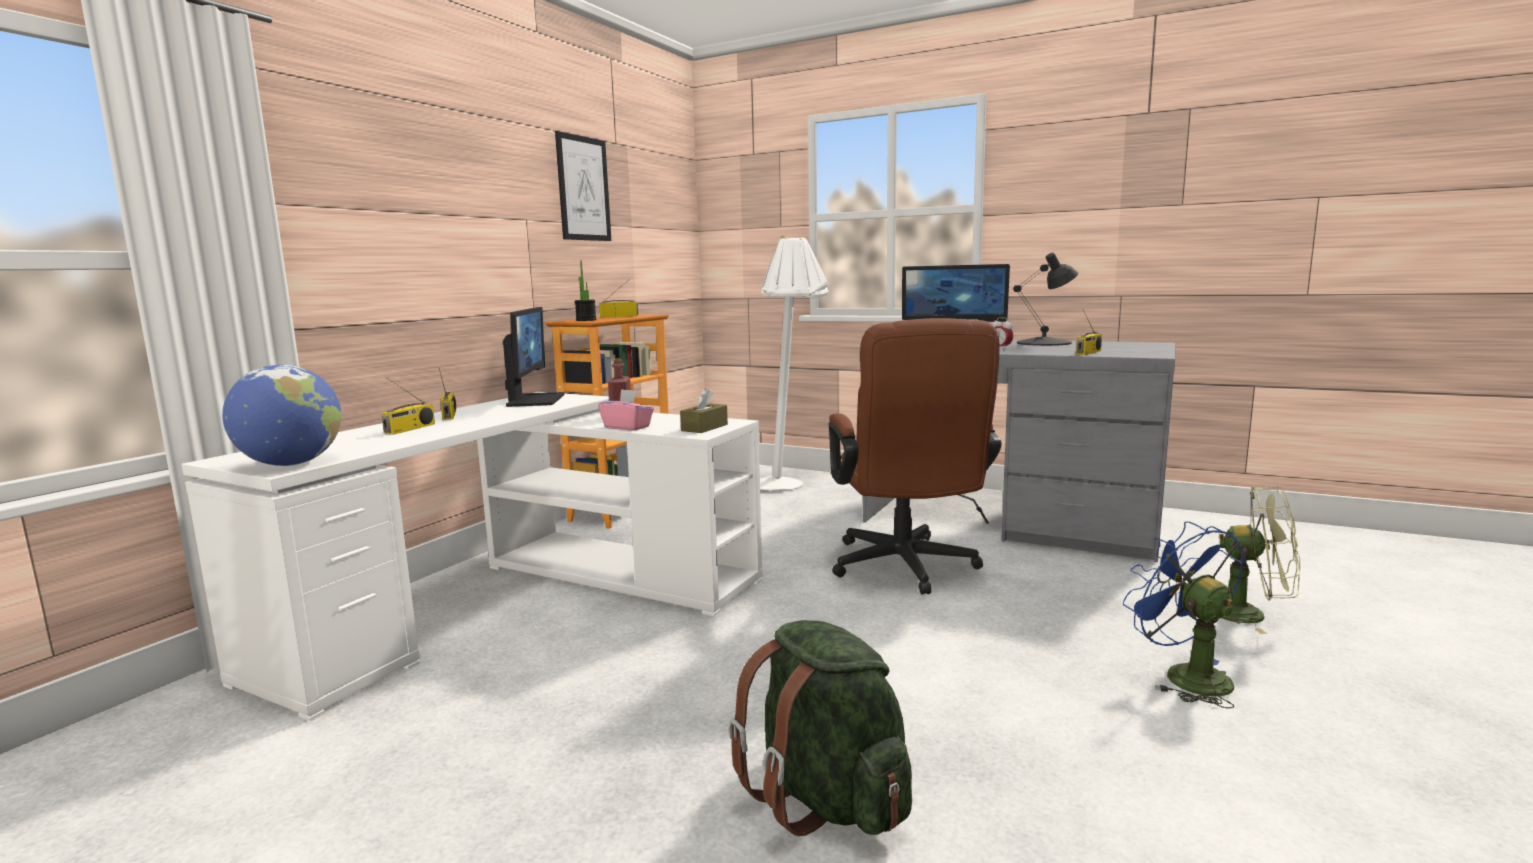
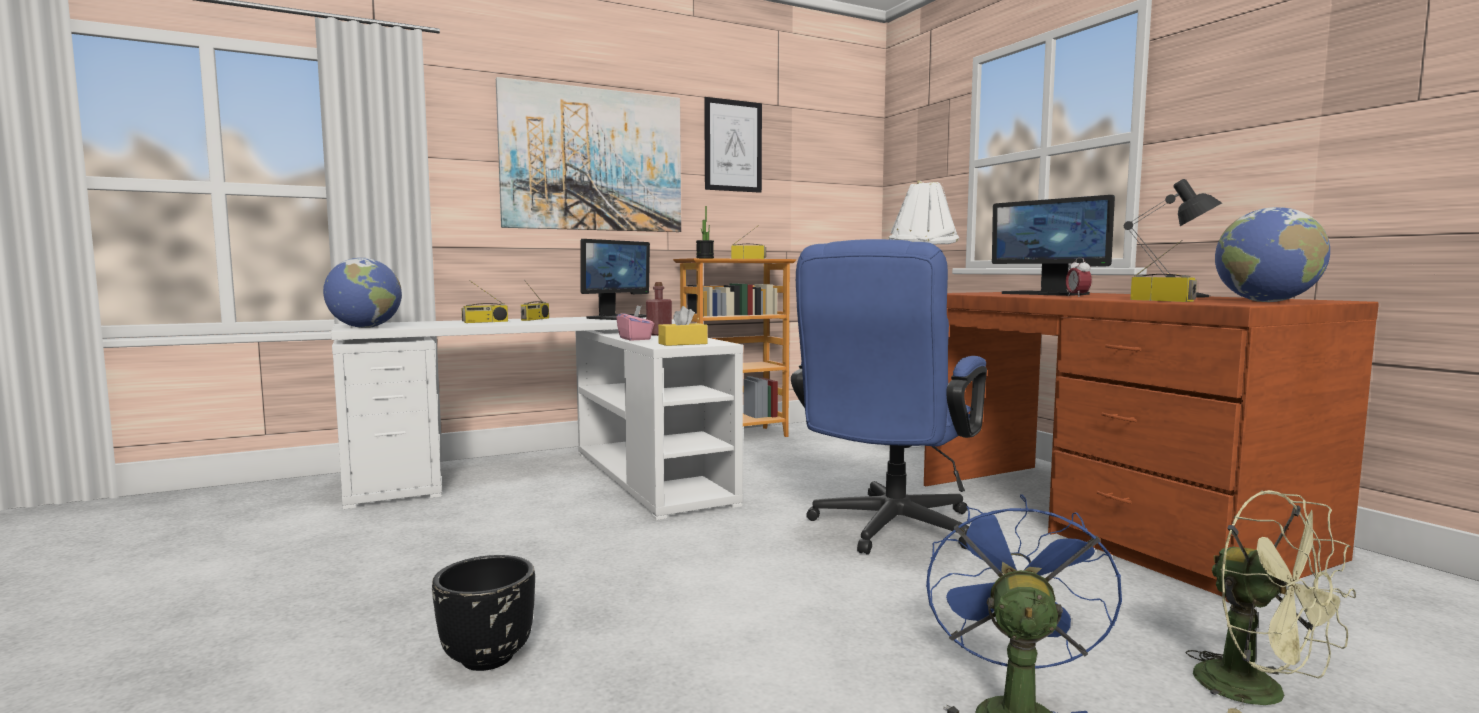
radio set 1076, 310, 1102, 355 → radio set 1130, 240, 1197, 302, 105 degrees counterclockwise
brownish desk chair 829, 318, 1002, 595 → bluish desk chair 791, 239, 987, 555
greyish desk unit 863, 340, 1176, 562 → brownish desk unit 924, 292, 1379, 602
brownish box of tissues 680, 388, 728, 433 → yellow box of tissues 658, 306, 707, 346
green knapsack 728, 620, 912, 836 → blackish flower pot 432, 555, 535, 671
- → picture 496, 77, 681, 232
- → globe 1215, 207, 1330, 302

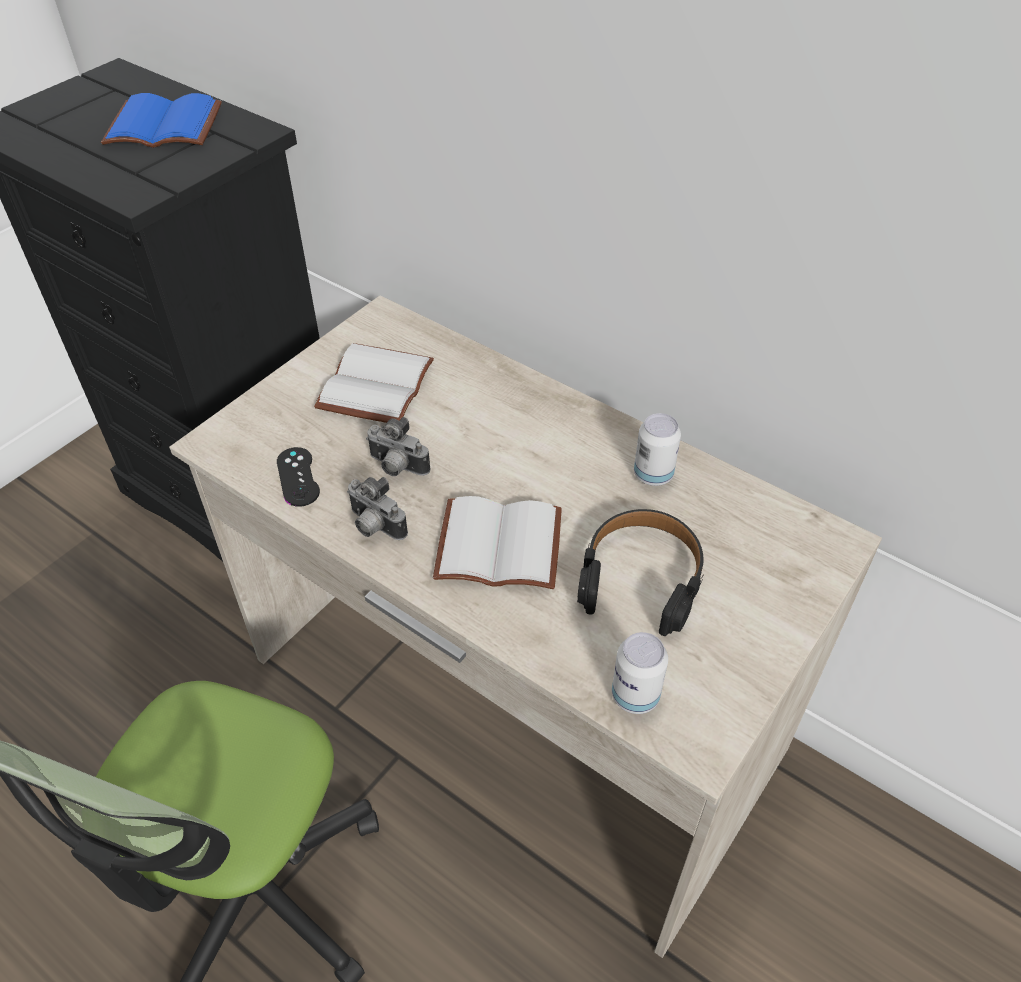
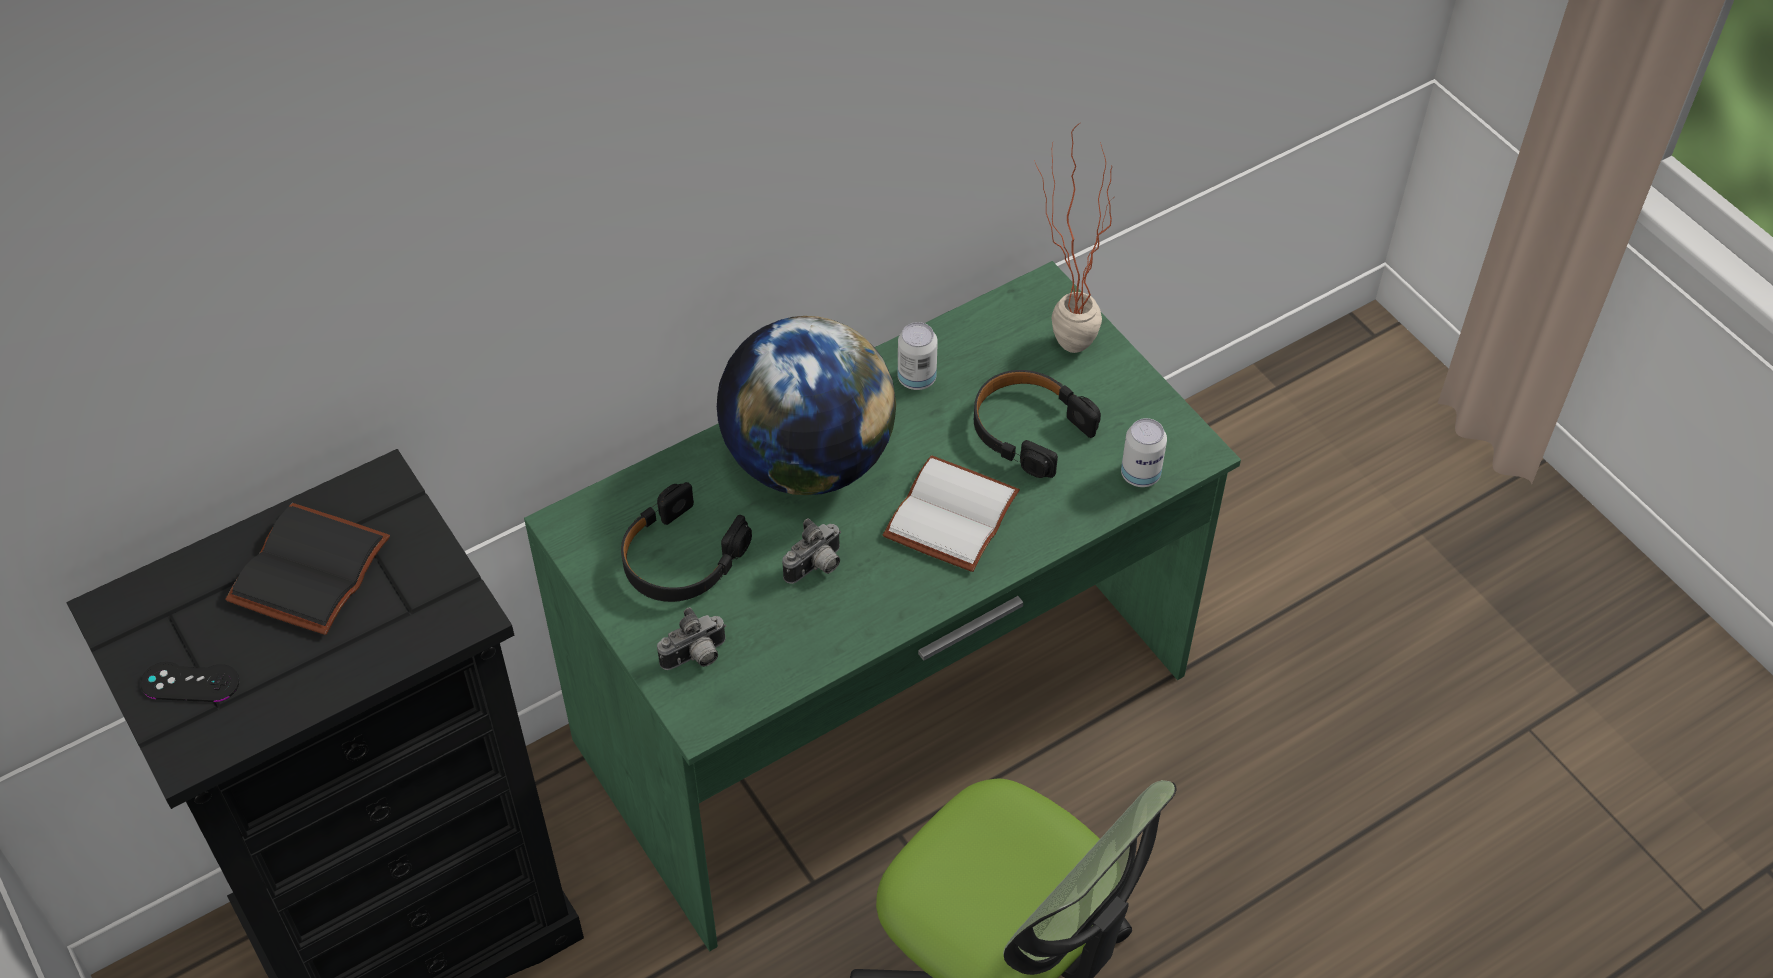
bluish volume 101, 93, 222, 148 → blackish volume 225, 503, 390, 635
beige-coloured desk unit 169, 295, 882, 958 → green desk unit 524, 261, 1241, 952
white volume 314, 343, 434, 423 → blackish pair of headphones 621, 482, 752, 602
blackish gamepad 277, 447, 320, 507 → blackish gamepad 140, 662, 239, 702, move
still camera 347, 477, 408, 540 → still camera 657, 607, 726, 670, move
- → houseplant 1034, 123, 1113, 353
- → globe 717, 316, 896, 495

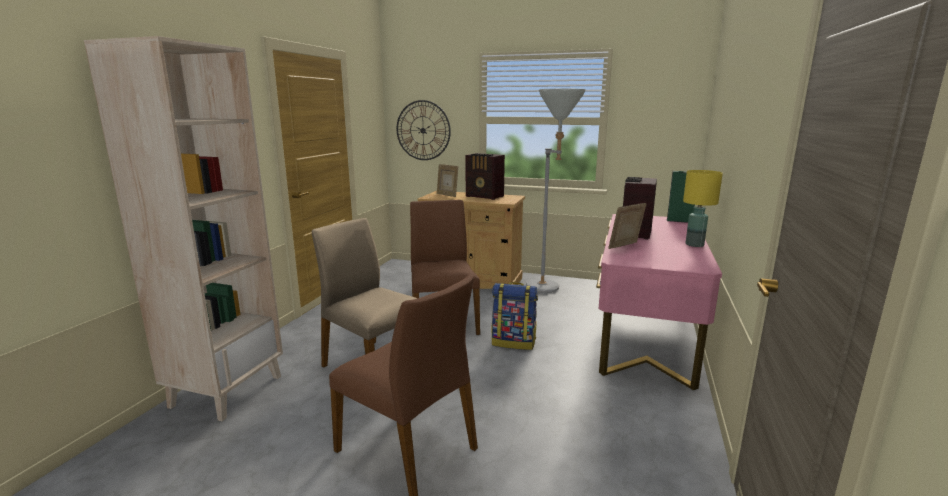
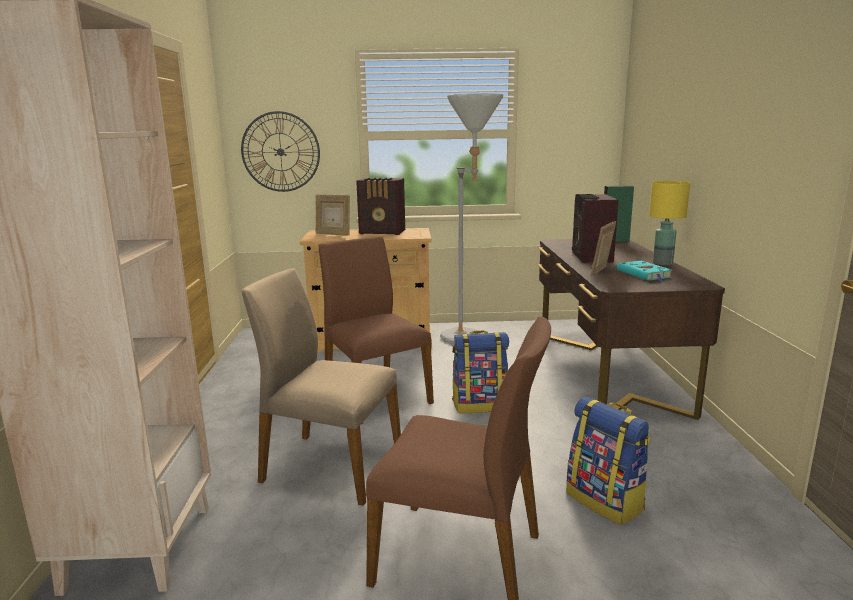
pinkish desk unit 596, 214, 722, 390 → brownish desk unit 538, 239, 725, 420
- → turquoise-coloured volume 617, 261, 673, 282
- → knapsack 566, 397, 651, 525

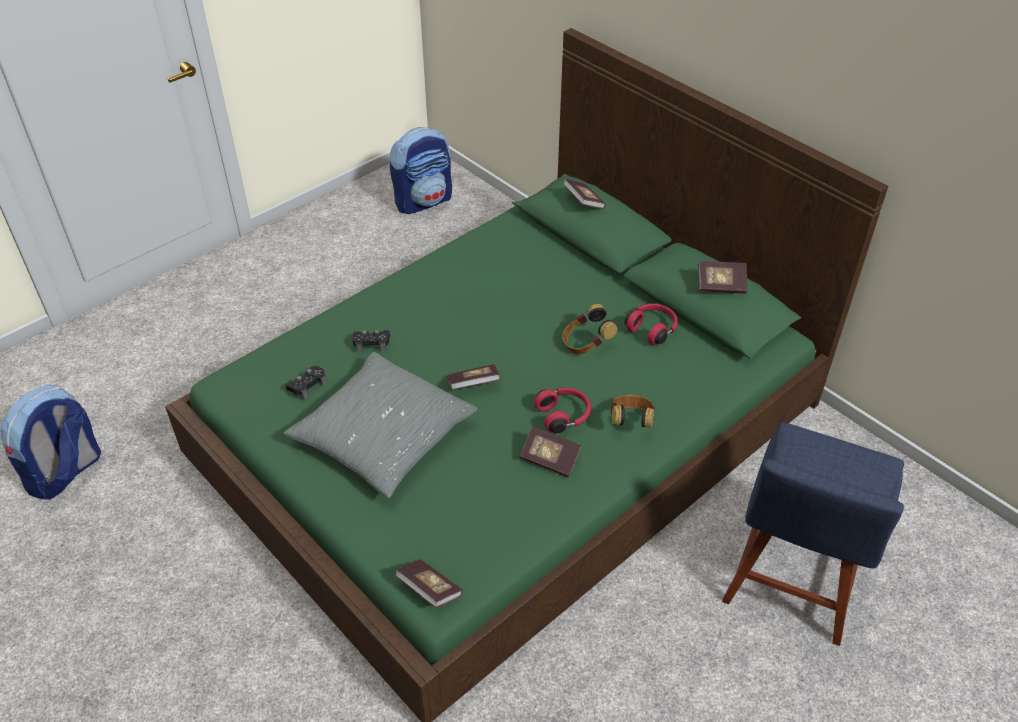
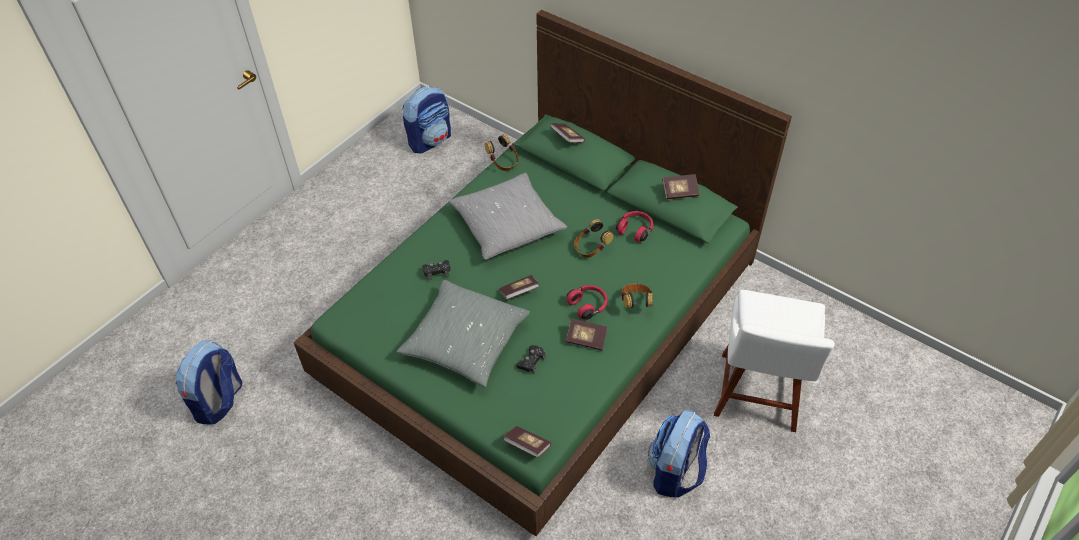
blackish gamepad 285, 366, 327, 399 → blackish gamepad 517, 345, 546, 373, move
bluish chair 722, 422, 904, 646 → white chair 714, 290, 834, 432
- → pair of headphones 485, 134, 518, 171
- → greyish pillow 449, 173, 567, 260
- → knapsack 648, 410, 710, 498

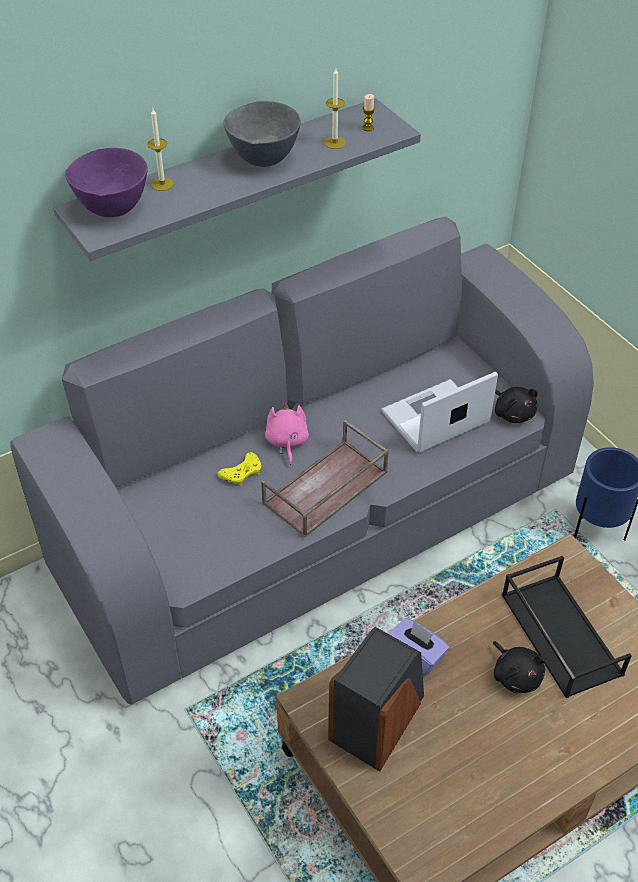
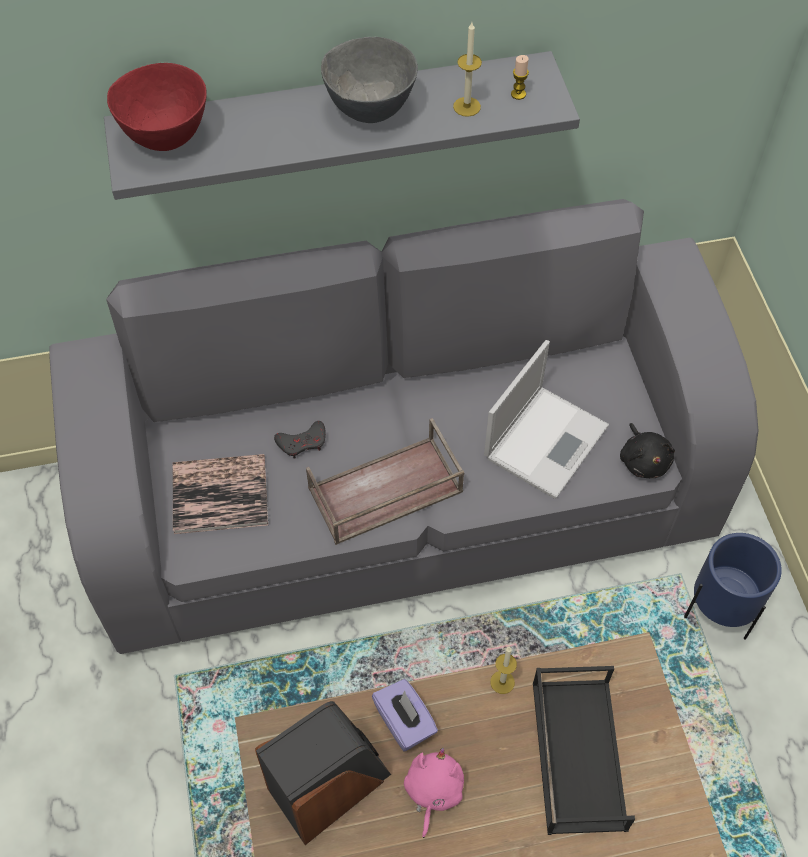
candle 147, 109, 174, 191 → candle 490, 647, 517, 694, move
purple serving bowl 65, 148, 147, 217 → reddish serving bowl 107, 63, 207, 151
portable computer 381, 372, 498, 453 → portable computer 484, 340, 609, 499, 135 degrees clockwise
pinkish soft toy 265, 401, 309, 465 → pinkish soft toy 404, 748, 464, 838, move
yellow gamepad 217, 452, 261, 486 → greyish gamepad 274, 421, 326, 459
blackish soft toy 493, 641, 546, 693 → -
- → volume 173, 454, 268, 534

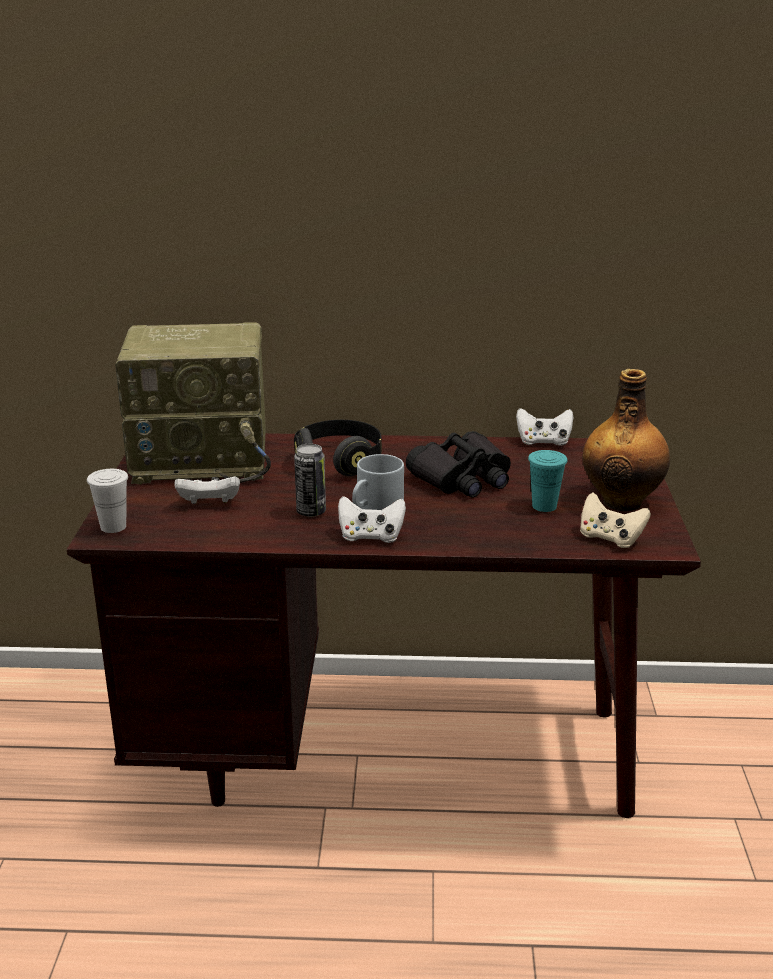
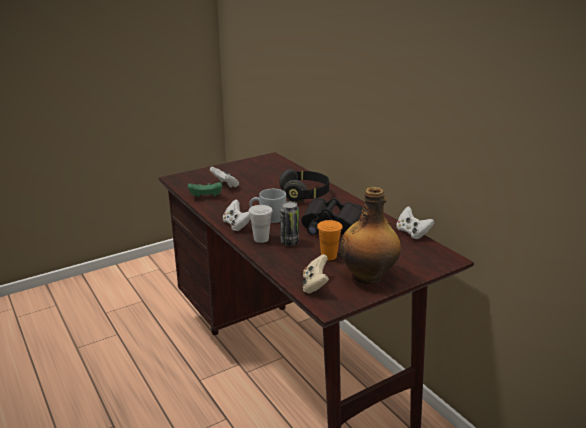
radio set 115, 322, 271, 485 → -
can 294, 444, 326, 517 → can 280, 201, 299, 246, move
turquoise-coloured cup 528, 450, 568, 512 → orange cup 317, 220, 343, 260
white cup 87, 469, 128, 533 → white cup 249, 205, 273, 243, move
- → green gamepad 188, 182, 222, 198

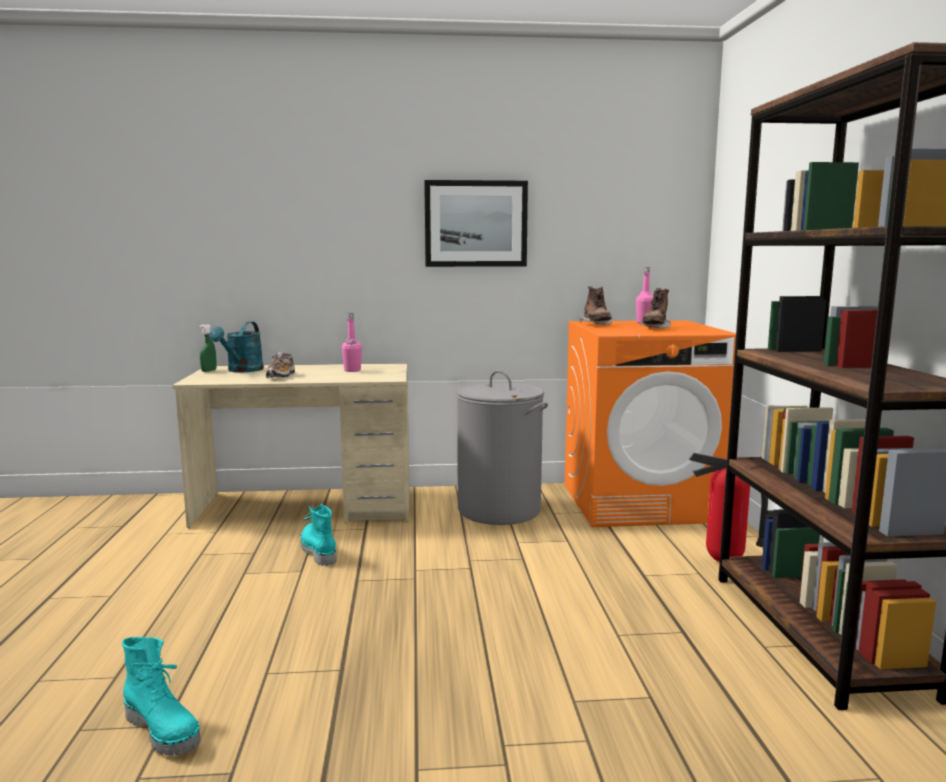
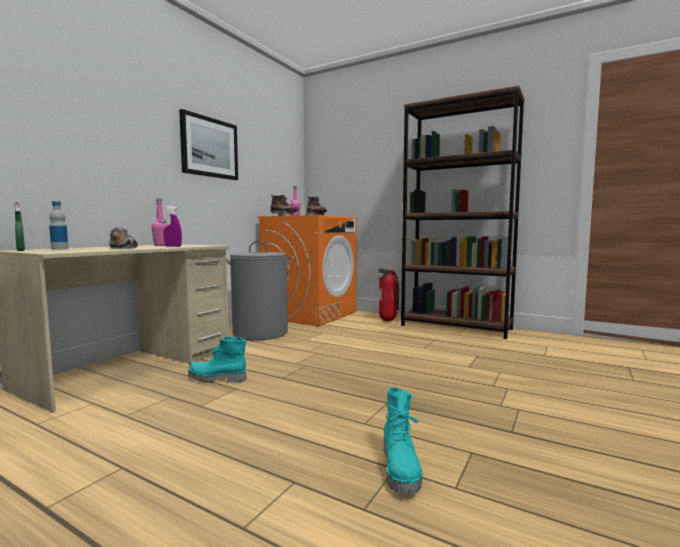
turquoise-coloured watering can 209, 322, 264, 372 → drink bottle 49, 201, 68, 250
turquoise-coloured tall boot 122, 637, 201, 756 → turquoise-coloured tall boot 384, 387, 422, 494, 105 degrees clockwise
- → purple sprayer 163, 206, 182, 247

